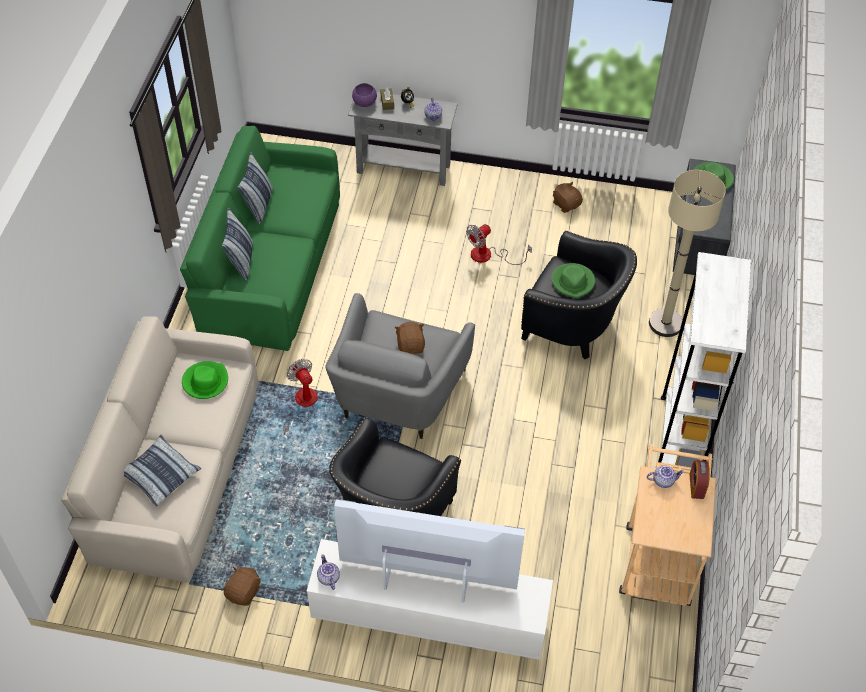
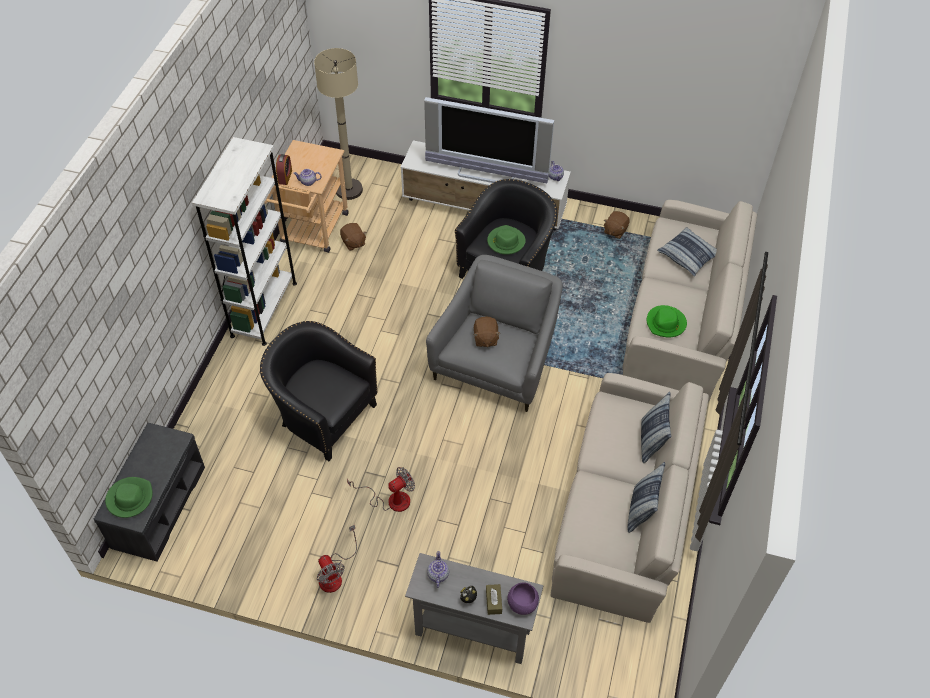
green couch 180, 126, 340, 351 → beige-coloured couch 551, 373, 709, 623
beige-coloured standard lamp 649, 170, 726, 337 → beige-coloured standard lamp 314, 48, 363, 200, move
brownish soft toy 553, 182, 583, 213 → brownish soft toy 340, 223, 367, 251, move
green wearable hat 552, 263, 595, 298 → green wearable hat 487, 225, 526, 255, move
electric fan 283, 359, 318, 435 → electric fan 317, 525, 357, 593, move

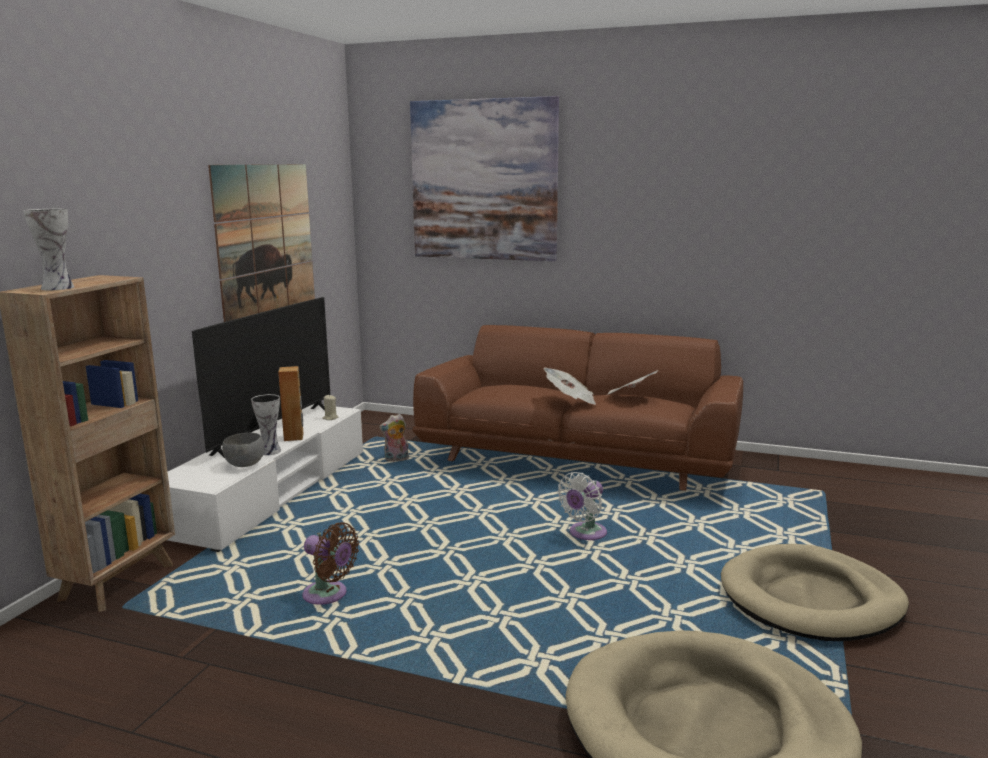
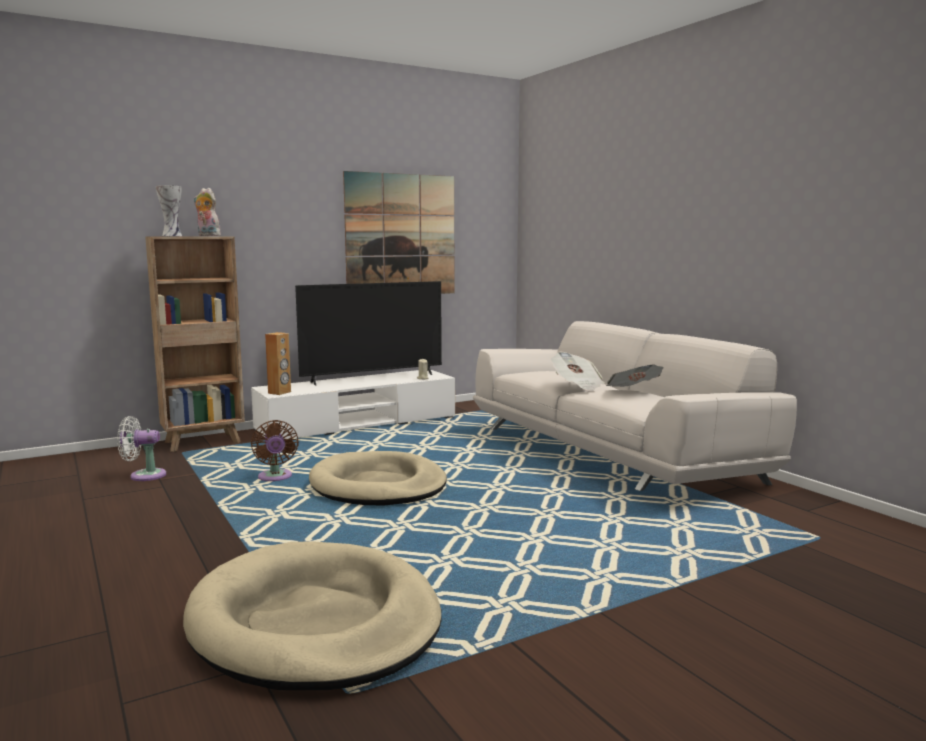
picture 410, 96, 559, 261 → -
brownish couch 412, 325, 743, 491 → white couch 473, 321, 797, 491
brownish loudspeaker 278, 366, 304, 441 → brownish loudspeaker 265, 332, 291, 395, move
flower vase 251, 394, 281, 455 → -
soft toy 379, 414, 409, 462 → soft toy 194, 188, 222, 236, move
greyish serving bowl 222, 433, 265, 467 → -
white electric fan 557, 472, 607, 540 → white electric fan 117, 416, 166, 481, move
beige-coloured dog cushion 721, 544, 909, 641 → beige-coloured dog cushion 309, 451, 447, 506, move

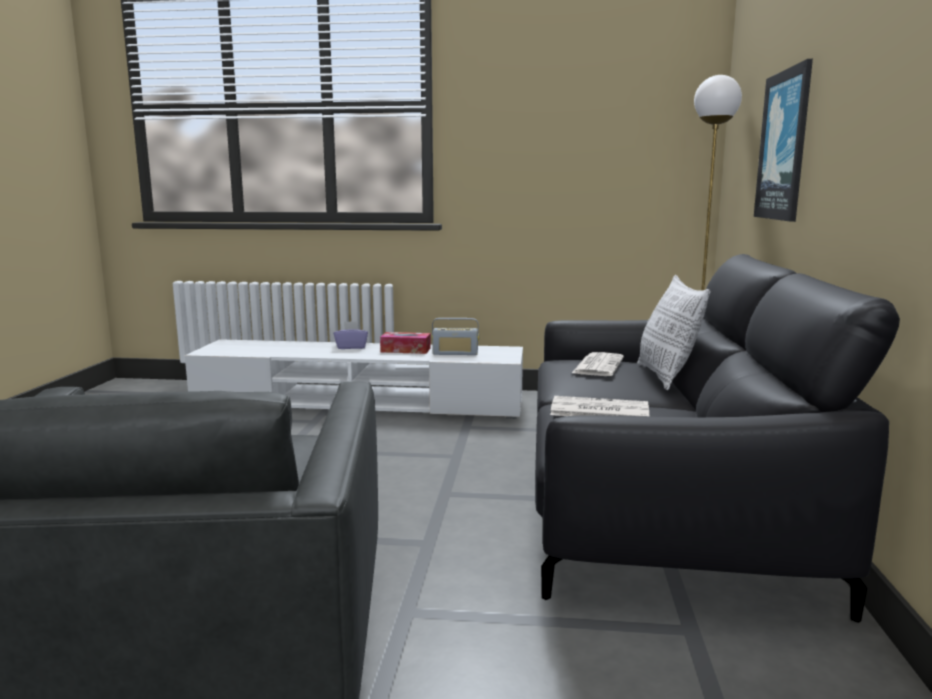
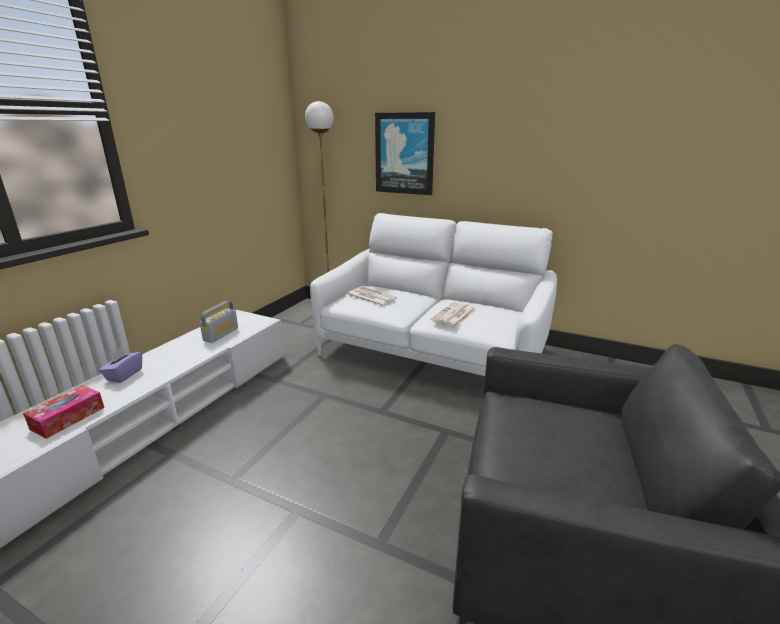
blackish couch 535, 254, 900, 623 → white couch 310, 213, 557, 376
pillow 637, 275, 710, 390 → -
box of tissues 380, 332, 431, 354 → box of tissues 23, 385, 104, 439, move

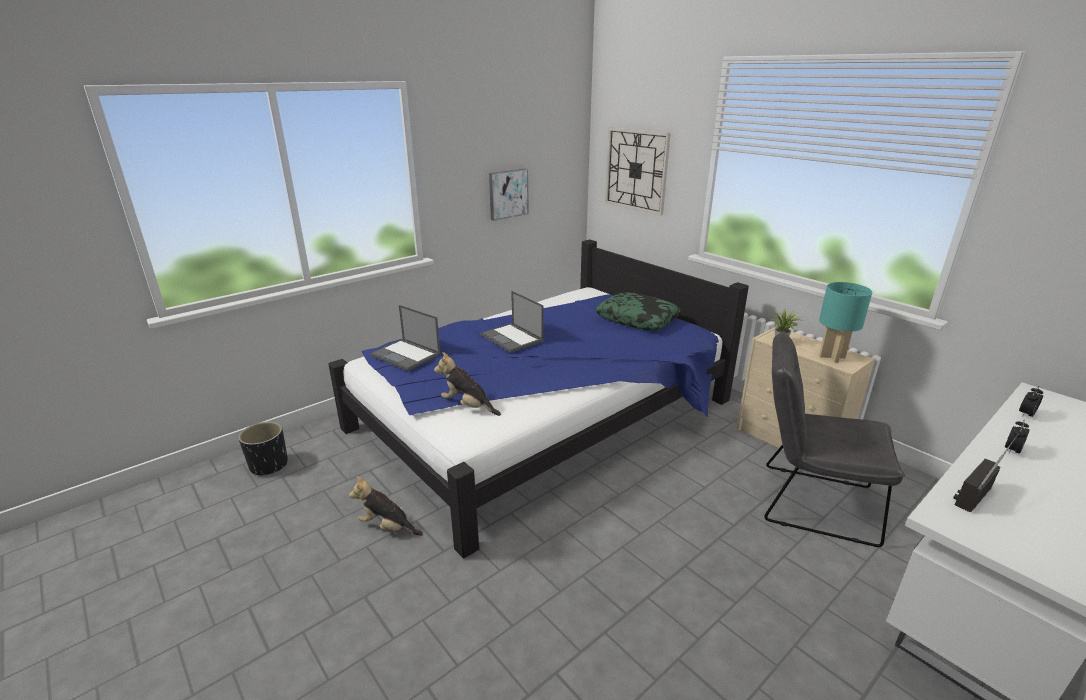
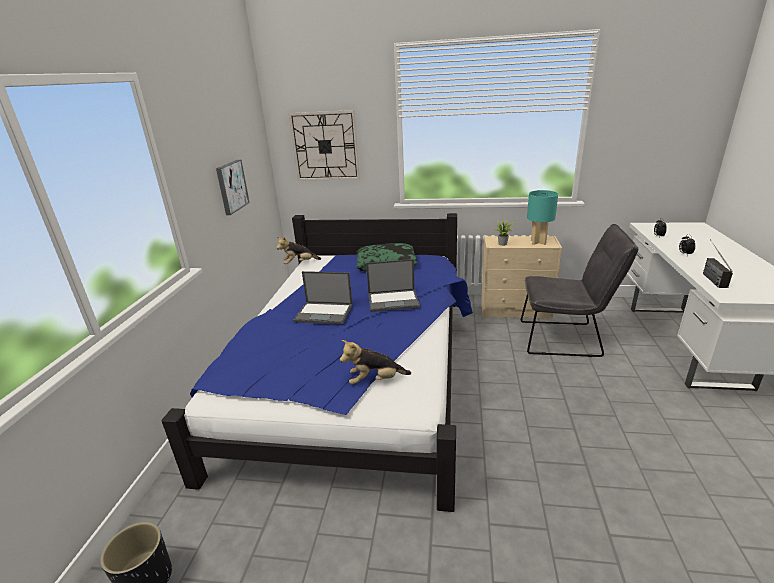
portable computer 370, 305, 441, 371 → portable computer 366, 259, 420, 312, move
greyish chair 765, 331, 905, 547 → greyish chair 521, 224, 638, 357, 150 degrees counterclockwise
soft toy 349, 476, 423, 536 → soft toy 277, 237, 321, 264, move

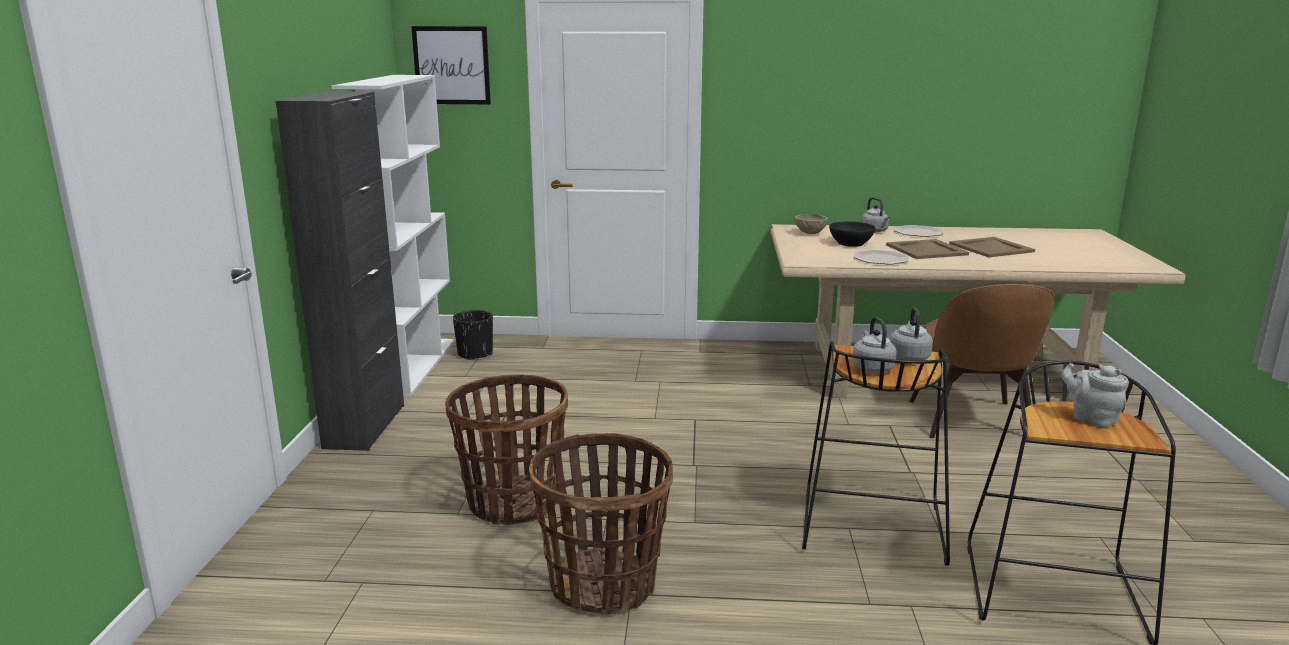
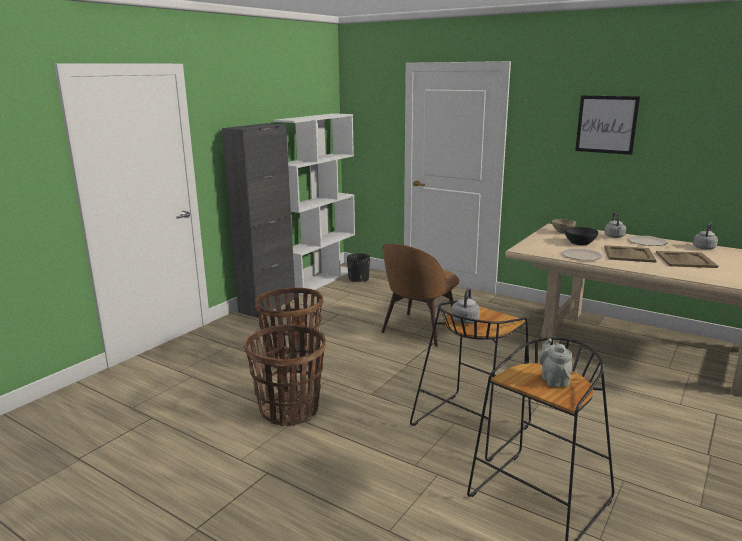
picture 411, 26, 491, 104 → picture 575, 95, 640, 155, move
brownish chair 909, 284, 1055, 438 → brownish chair 381, 244, 459, 347, move
greyish kettle 890, 308, 933, 360 → greyish kettle 693, 222, 718, 250, move

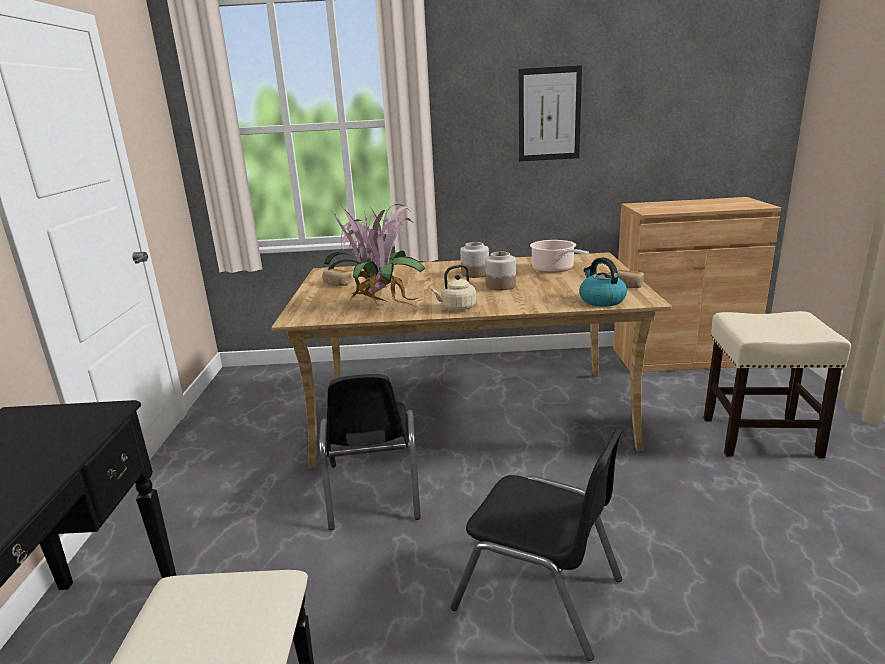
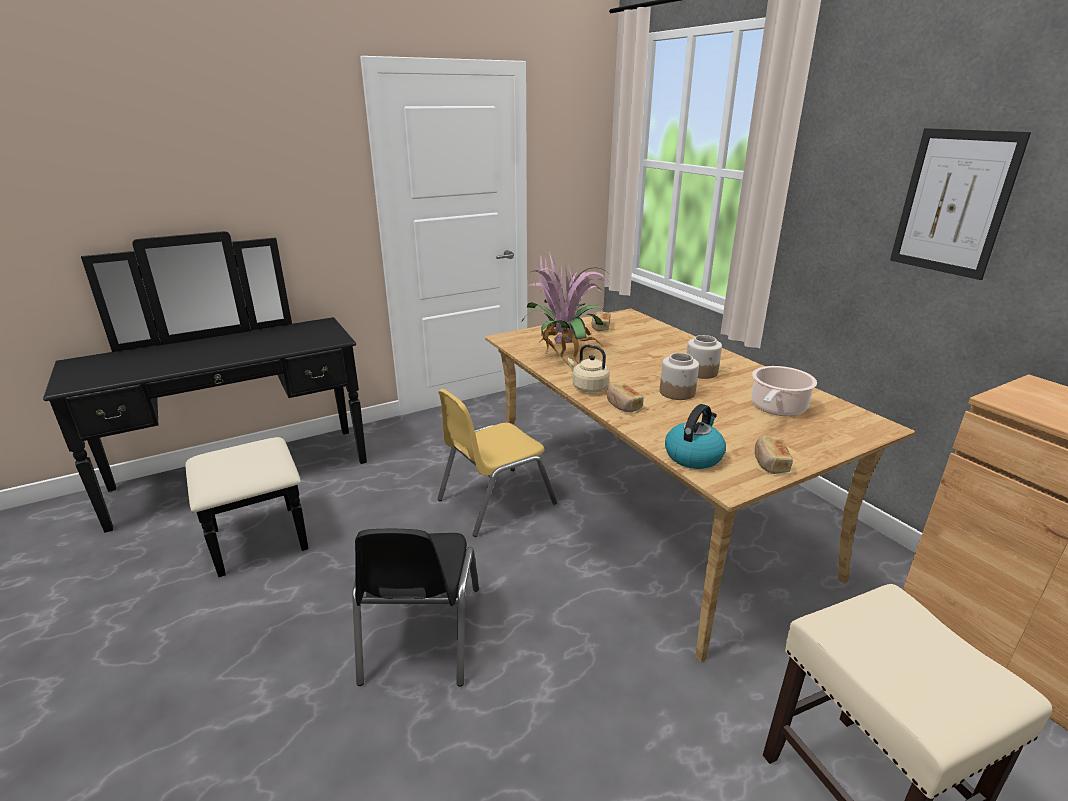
blackish chair 319, 374, 421, 530 → yellow chair 437, 389, 557, 537
- → bread 607, 384, 644, 413

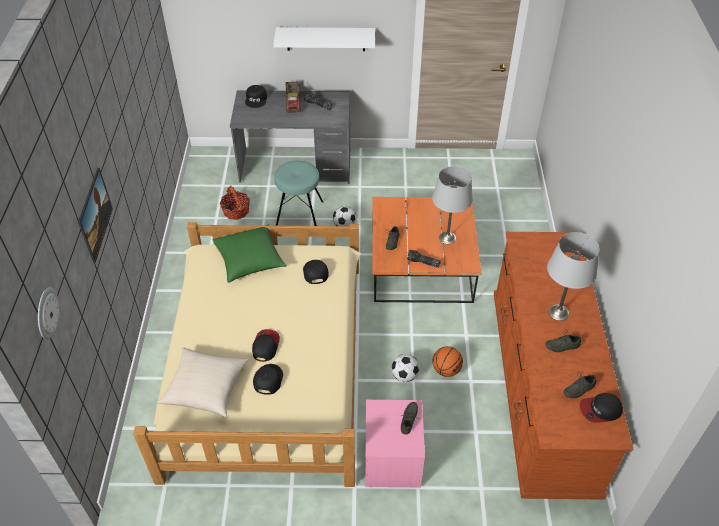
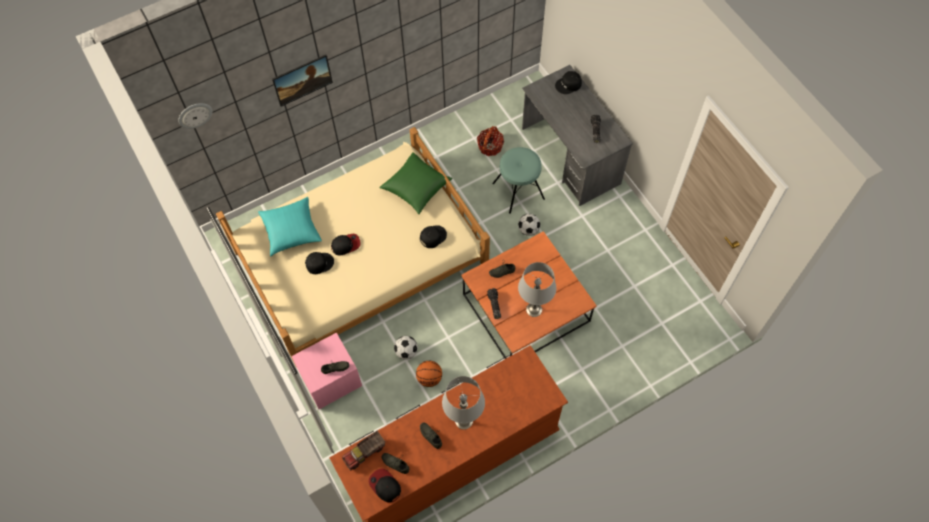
white wall shelf 273, 27, 375, 51 → -
toy truck 286, 82, 301, 113 → toy truck 342, 431, 385, 471, move
beige-coloured pillow 158, 347, 248, 417 → turquoise-coloured pillow 258, 197, 322, 256

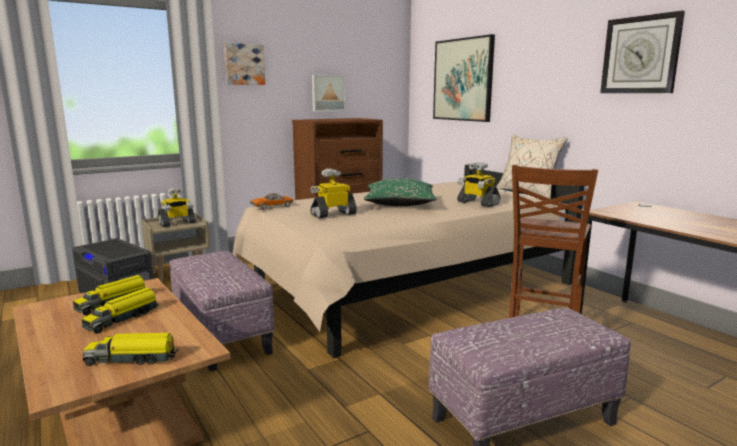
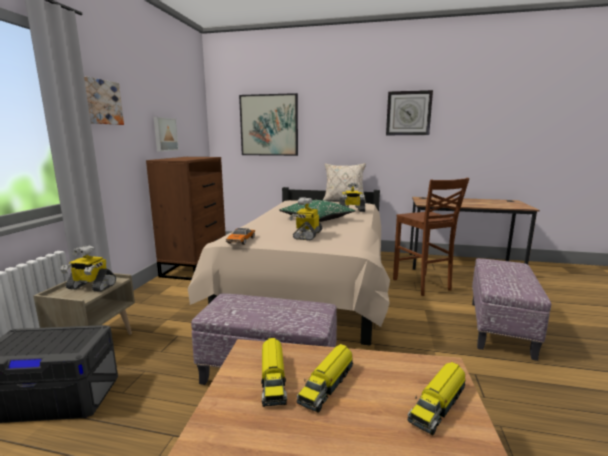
model robot 158, 188, 196, 227 → model robot 61, 245, 116, 292, 90 degrees clockwise
toy truck 81, 287, 159, 333 → toy truck 296, 344, 353, 413, 45 degrees clockwise

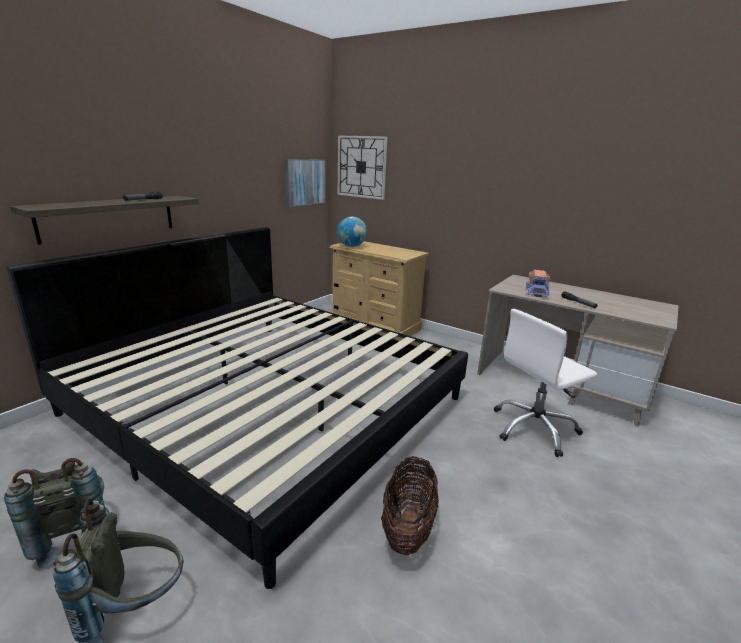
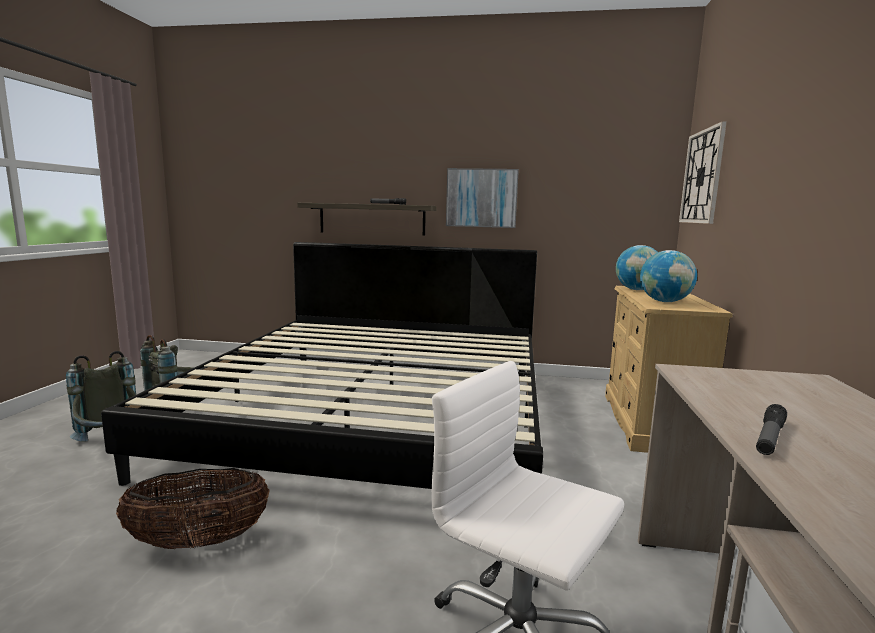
picture 285, 159, 326, 207 → picture 446, 168, 519, 228, move
toy truck 526, 270, 550, 298 → -
- → globe 640, 250, 697, 302

